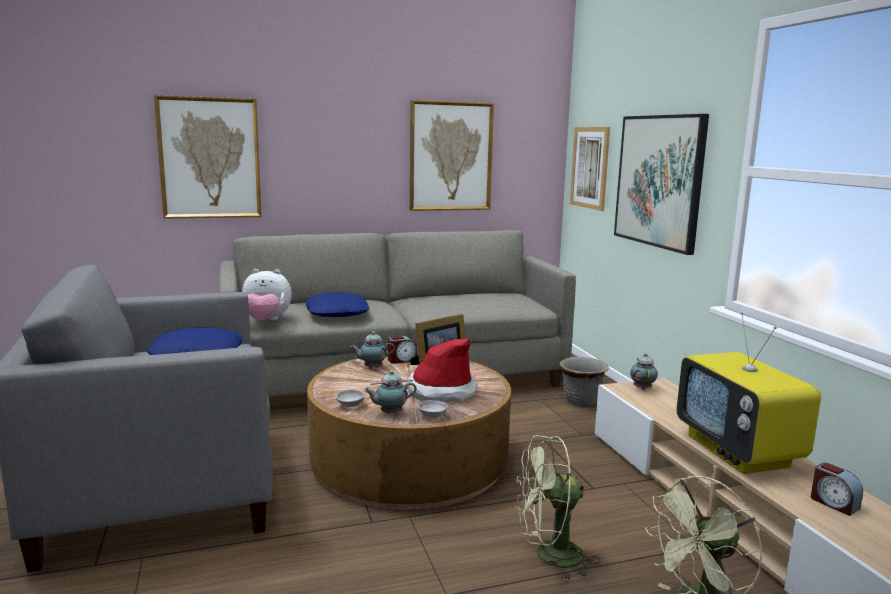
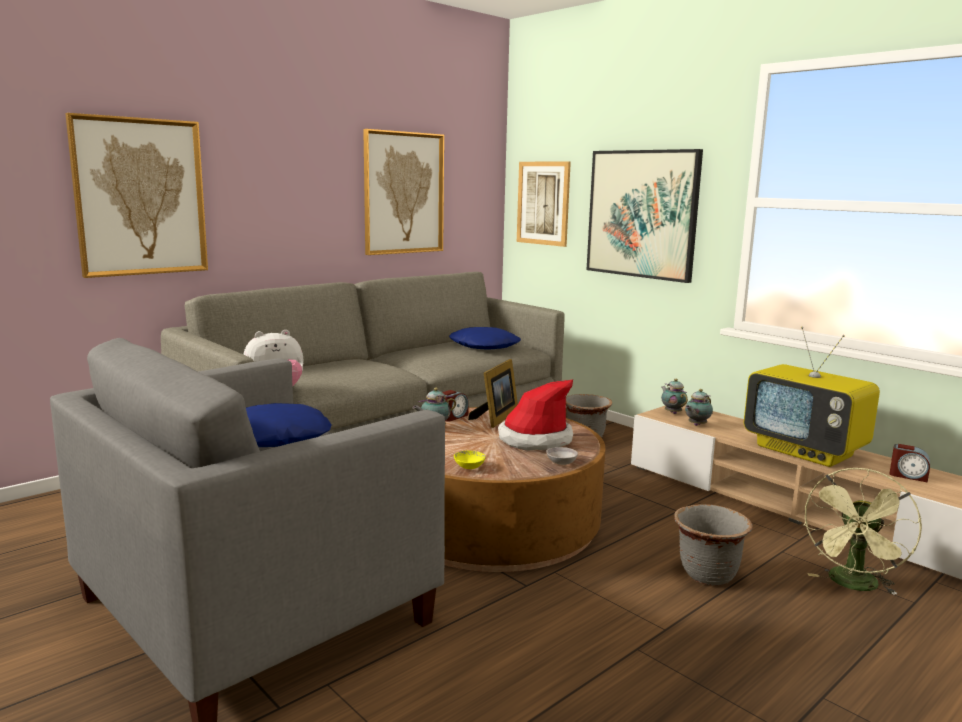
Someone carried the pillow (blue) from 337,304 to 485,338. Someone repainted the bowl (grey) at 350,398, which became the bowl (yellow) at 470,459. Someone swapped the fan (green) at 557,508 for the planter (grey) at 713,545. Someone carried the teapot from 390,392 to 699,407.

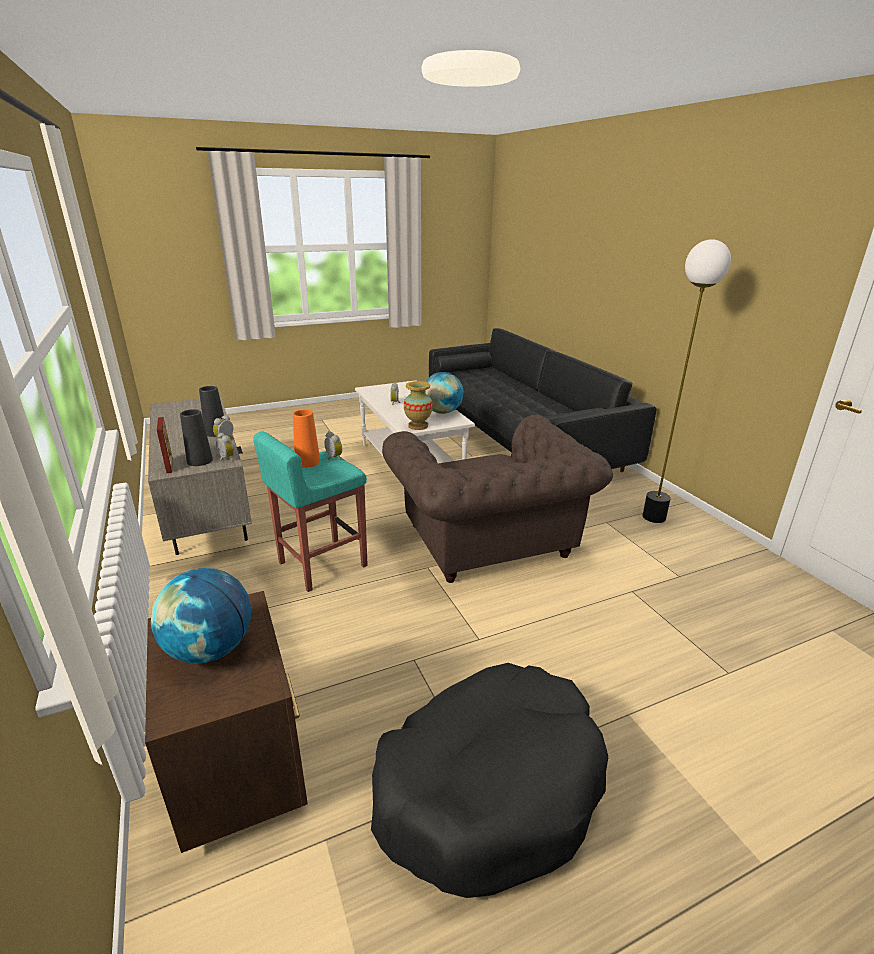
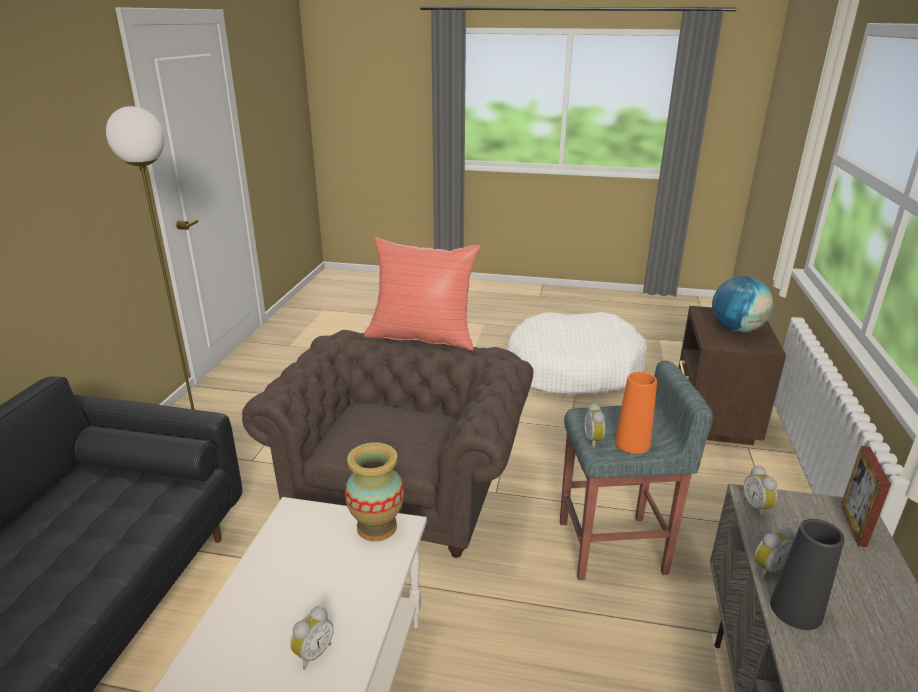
Someone put down the pillow (red) at 422,294. Someone repainted the dog bed (black) at 489,780, which became the dog bed (white) at 577,354. Someone repainted the stool (turquoise) at 310,512, which became the stool (grey) at 636,470. Someone took away the vase (black) at 196,437. Someone took away the globe at 444,393.

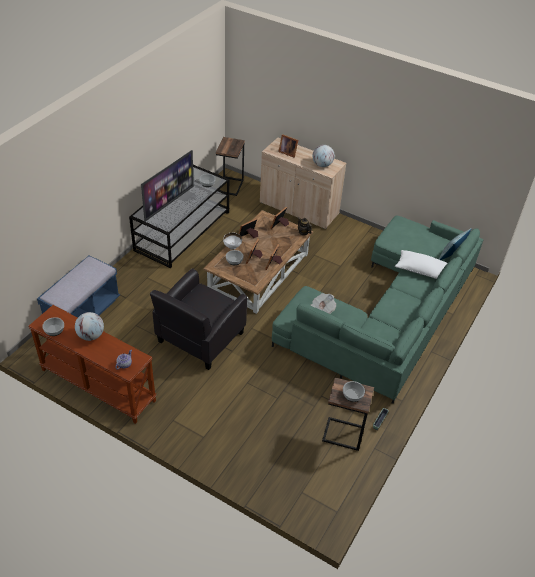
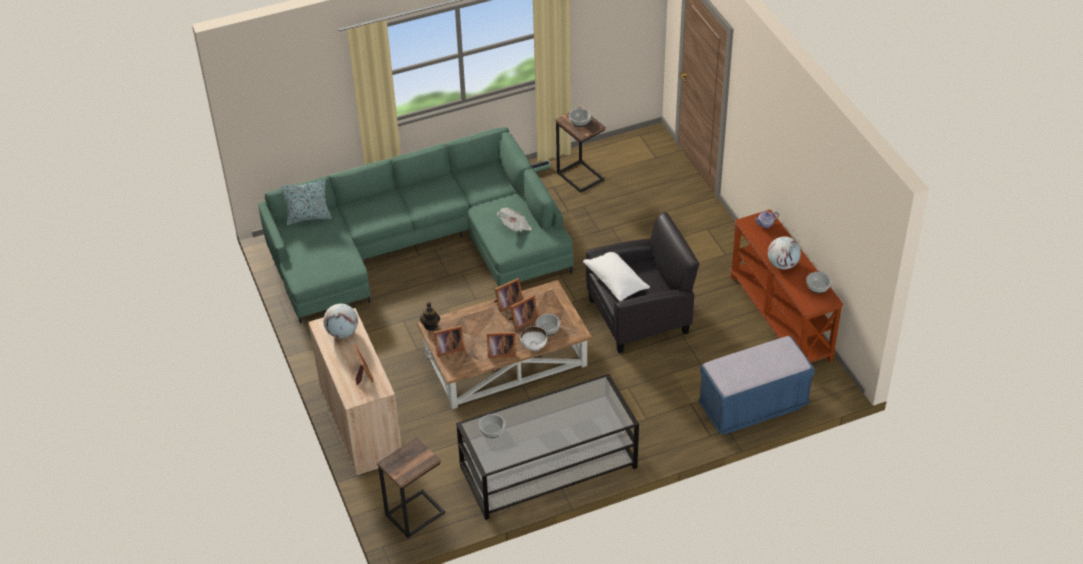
Someone carried the pillow (white) from 421,264 to 616,277. Someone took away the television at 167,186.

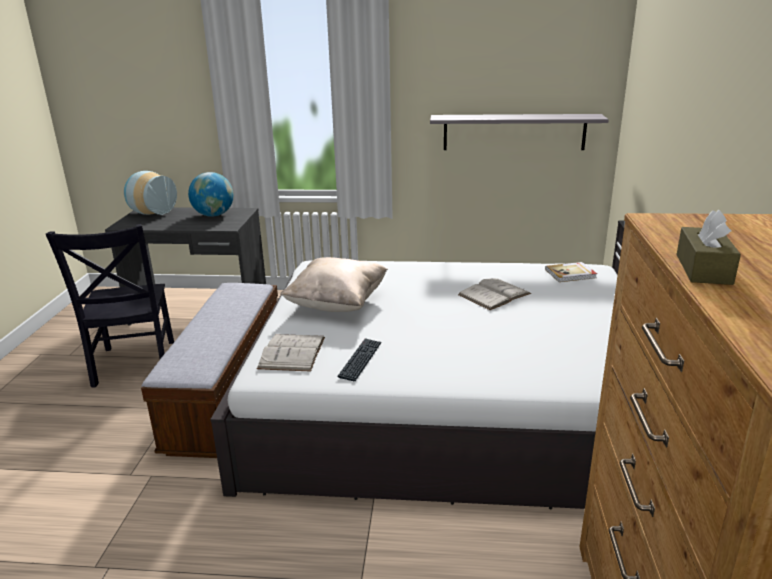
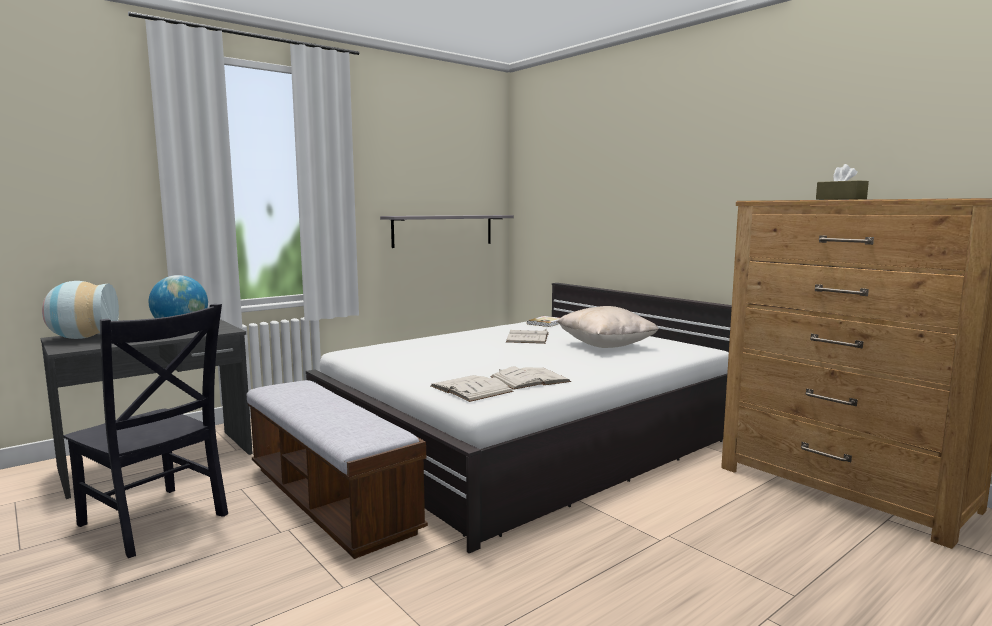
Someone swapped the keyboard at 360,359 for the book (white) at 530,378. Someone carried the pillow (beige) from 334,284 to 608,327.

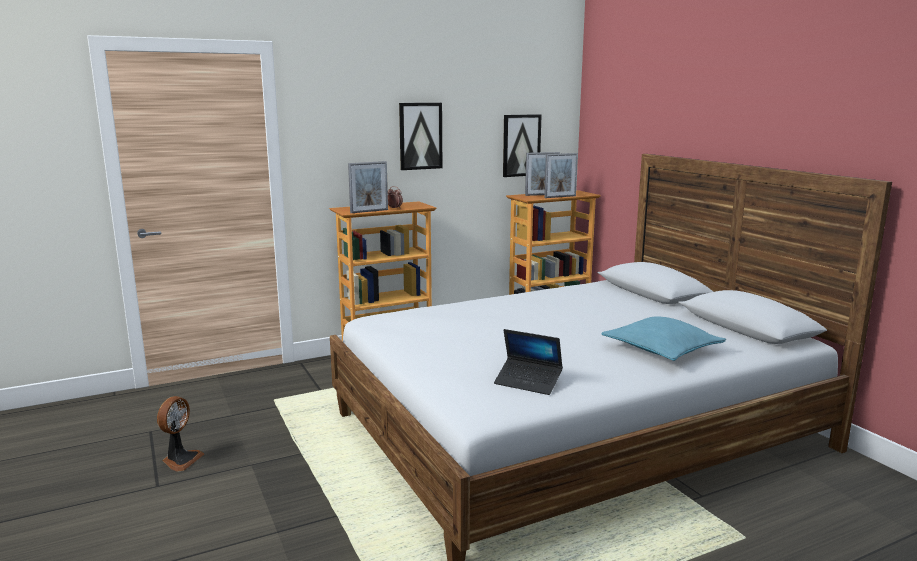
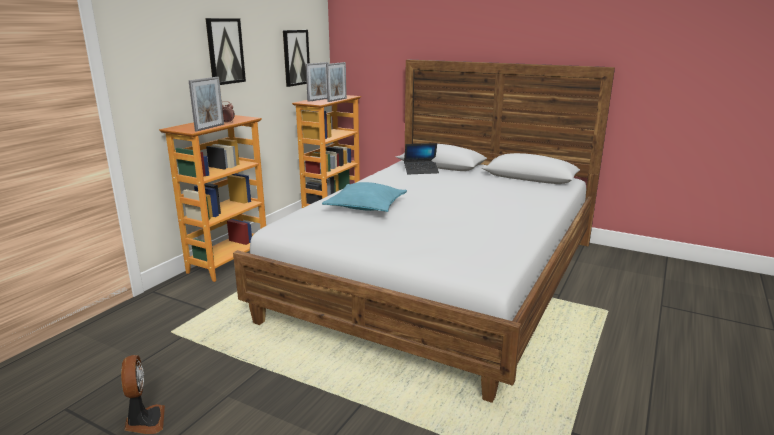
Someone carried the pillow (turquoise) from 663,339 to 364,197. Someone carried the laptop from 528,362 to 421,158.

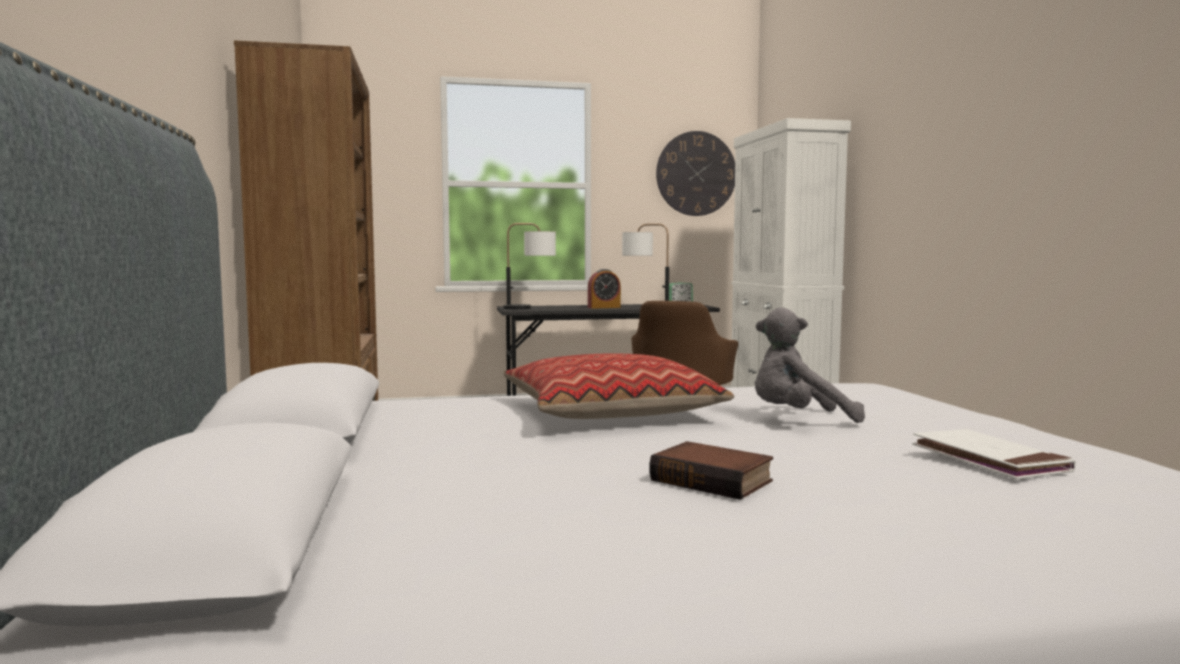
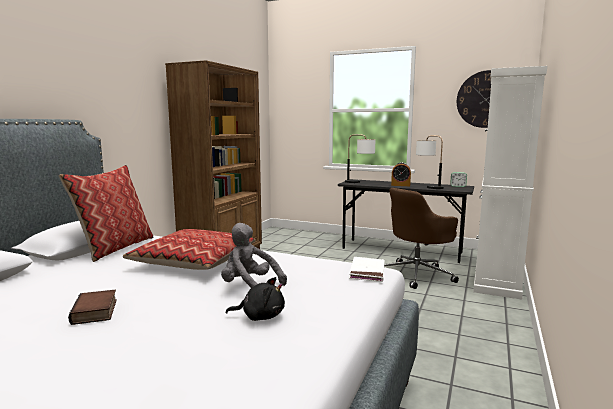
Someone put down the pillow at 106,213. Someone put down the plush toy (black) at 255,299. Someone carried the book (white) from 994,454 to 367,269.

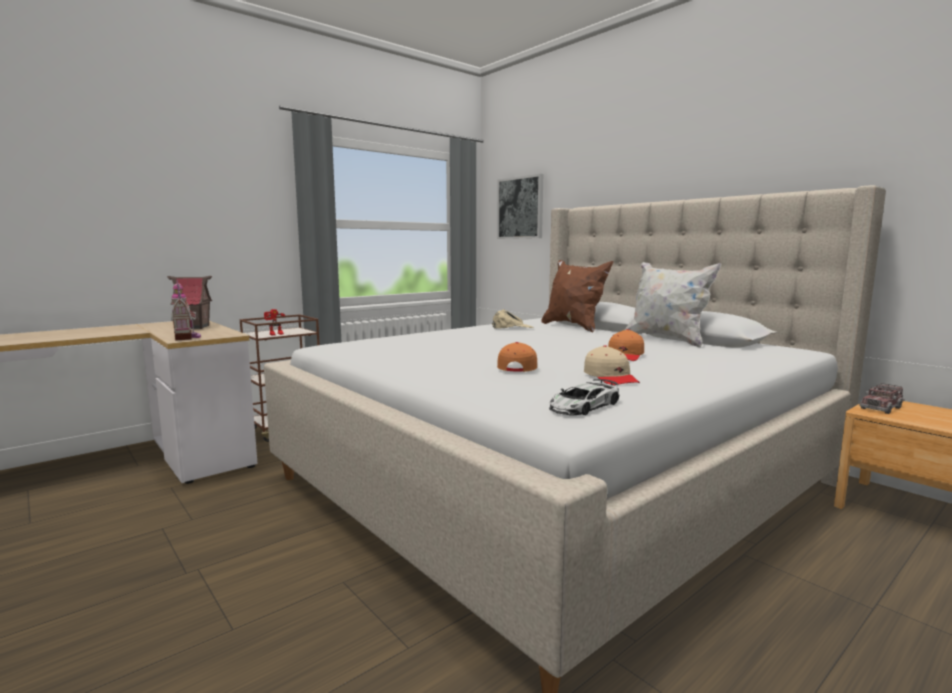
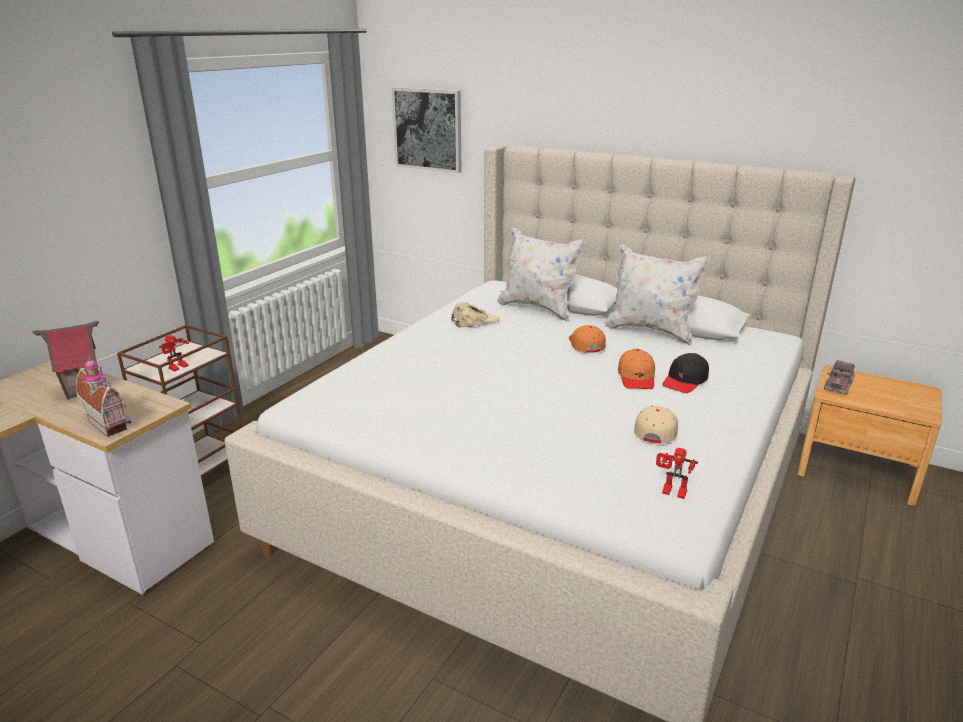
Someone repainted the pillow (brown) at 577,296, which became the pillow (white) at 541,275. Someone carried the cap (orange) from 517,357 to 587,339. Someone rotated the cap (beige) at 612,365 by 120 degrees counterclockwise. Someone swapped the toy car at 584,397 for the toy robot at 677,473. Someone put down the cap (black) at 685,373.

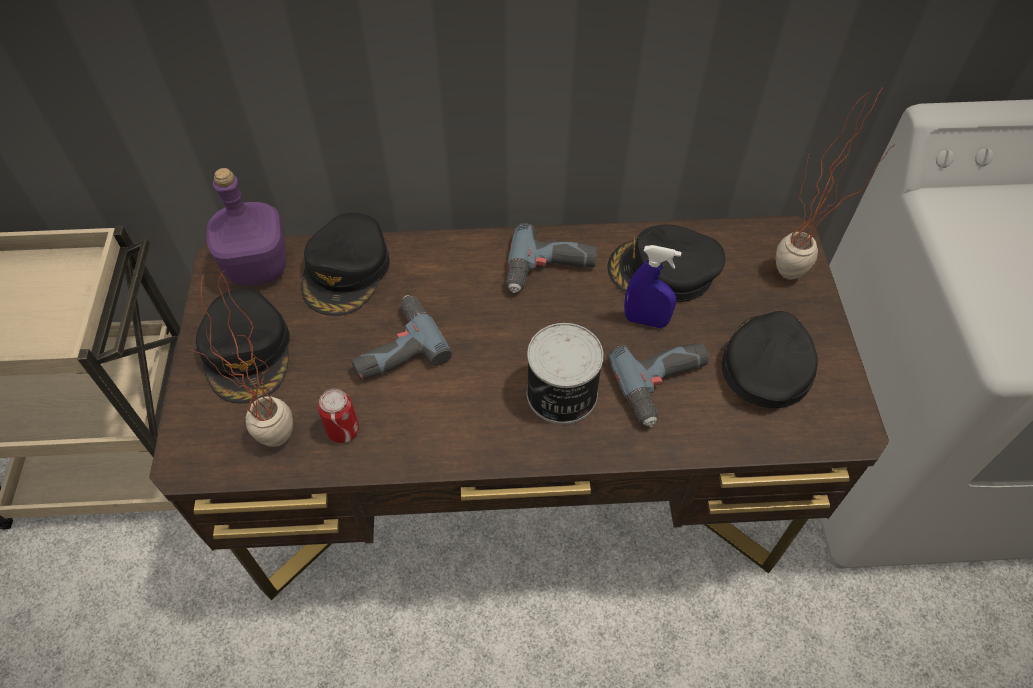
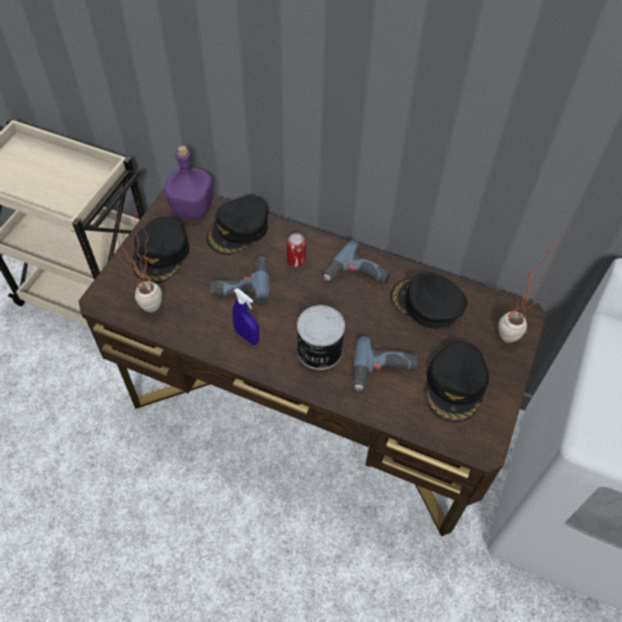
Someone carried the spray bottle (blue) from 653,286 to 245,316. Someone carried the can from 338,416 to 296,250. Someone rotated the cap (black) at 770,359 by 150 degrees clockwise.

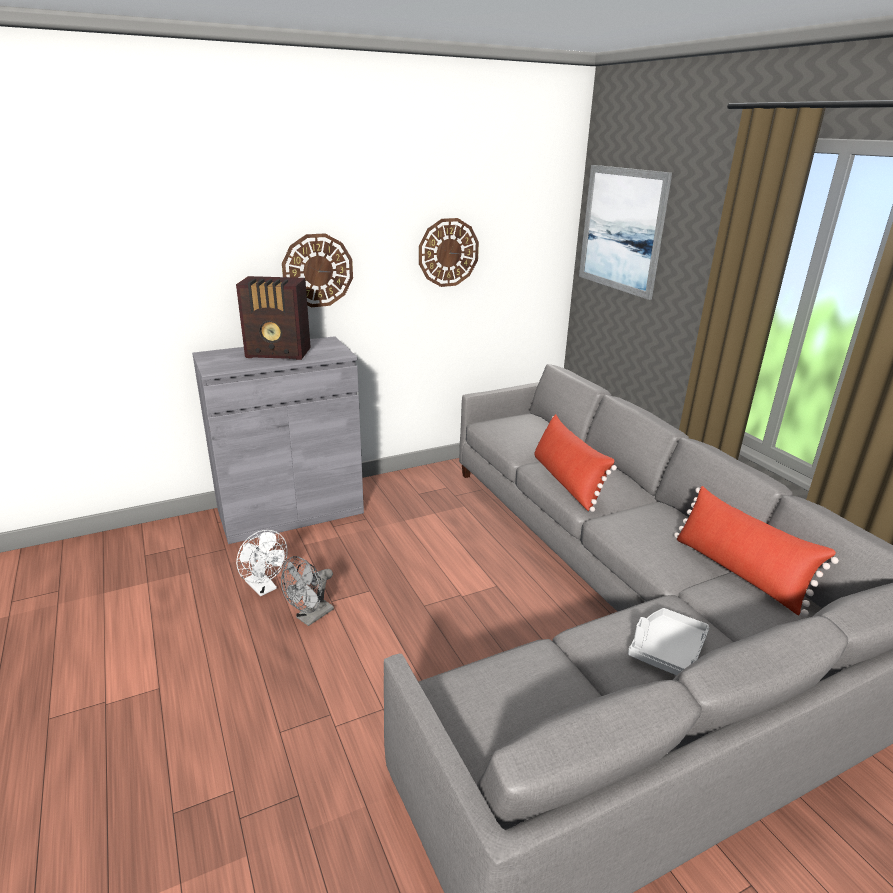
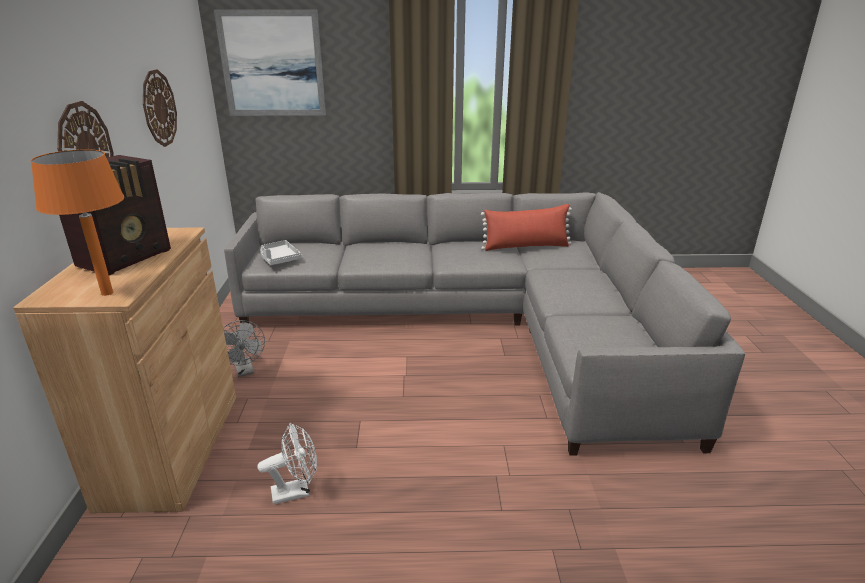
Someone repainted the cabinet (grey) at 278,440, which became the cabinet (brown) at 124,370. Someone put down the table lamp (orange) at 77,222. Someone carried the fan (grey) from 307,591 to 244,348. Someone carried the tray (grey) from 668,641 to 281,252. Someone took away the pillow (red) at 575,463.

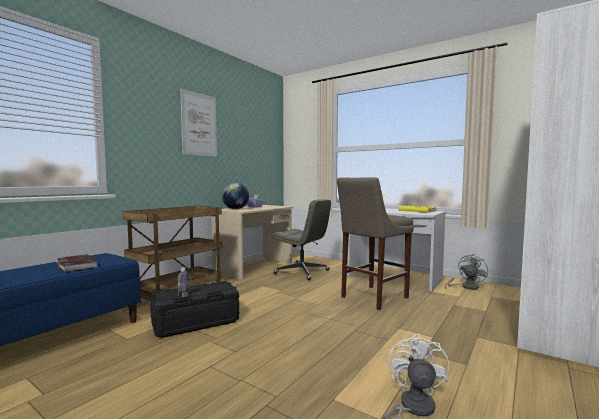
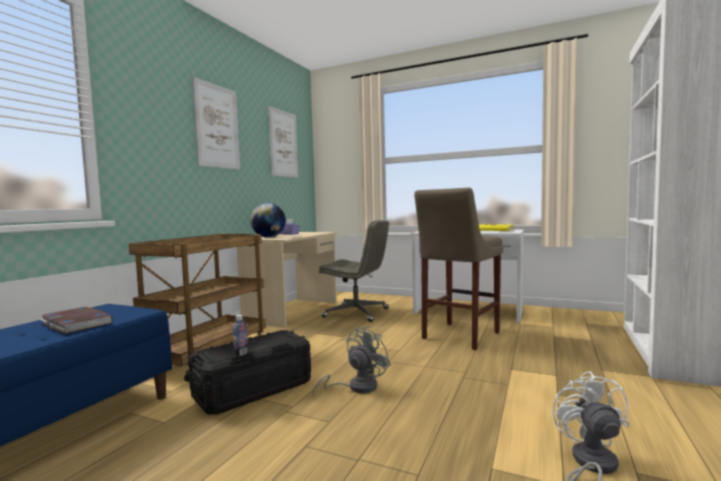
Someone put up the picture at 283,142. Someone carried the fan (grey) from 466,272 to 352,361.

